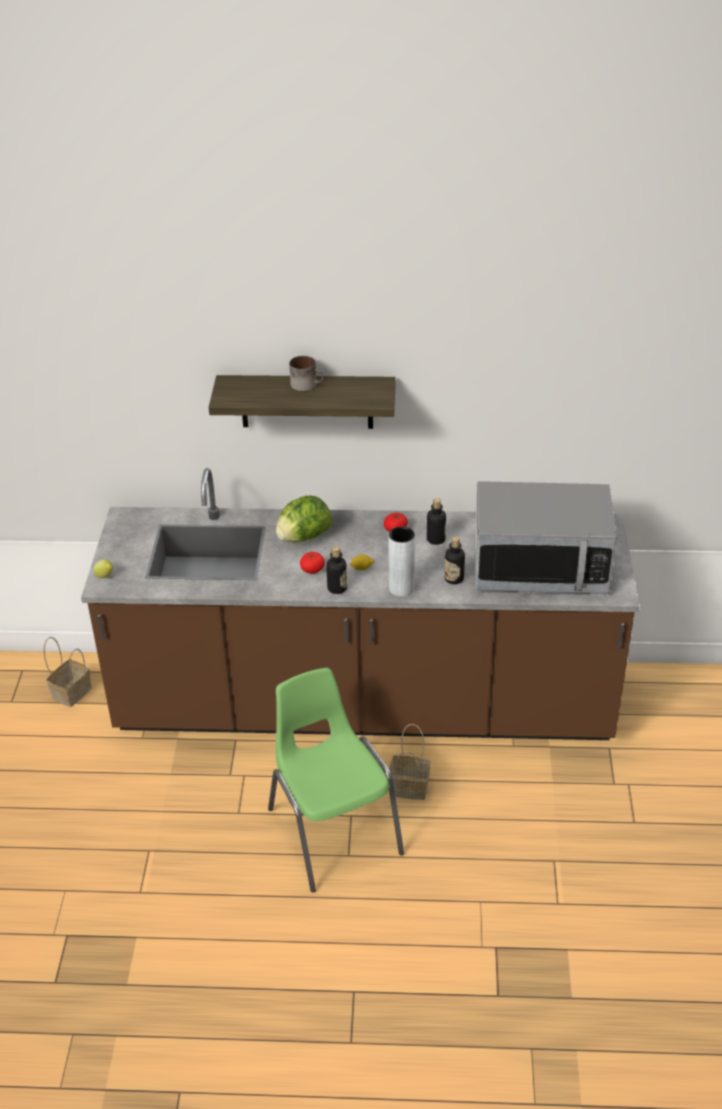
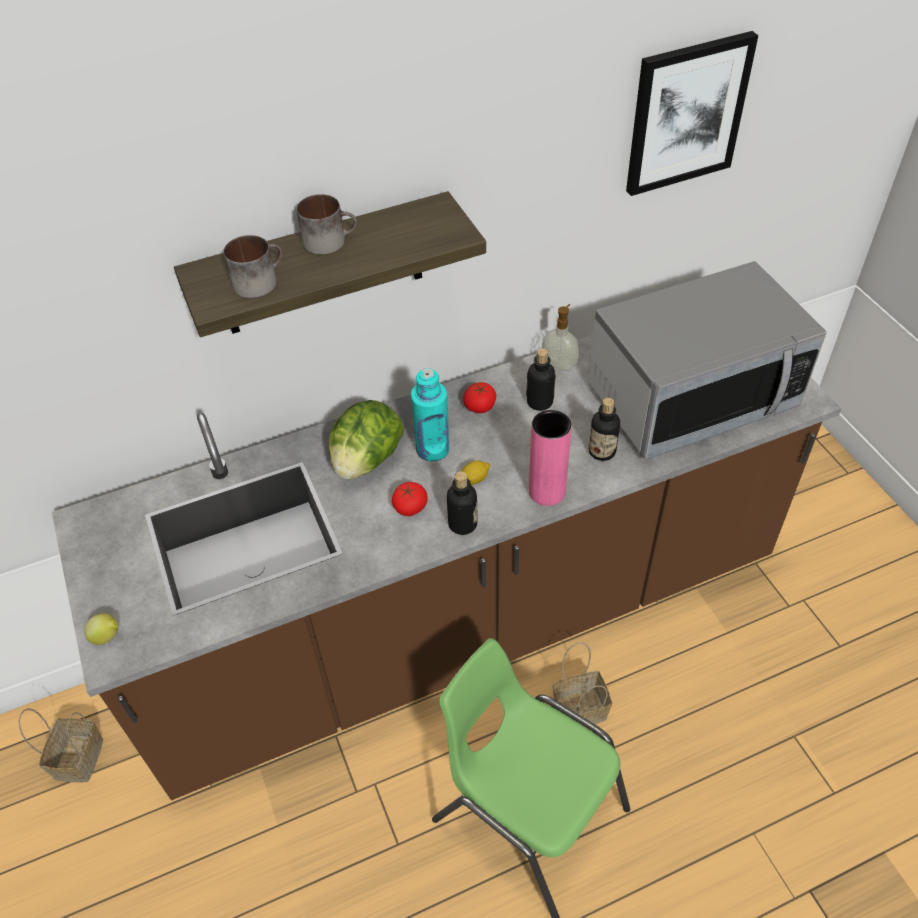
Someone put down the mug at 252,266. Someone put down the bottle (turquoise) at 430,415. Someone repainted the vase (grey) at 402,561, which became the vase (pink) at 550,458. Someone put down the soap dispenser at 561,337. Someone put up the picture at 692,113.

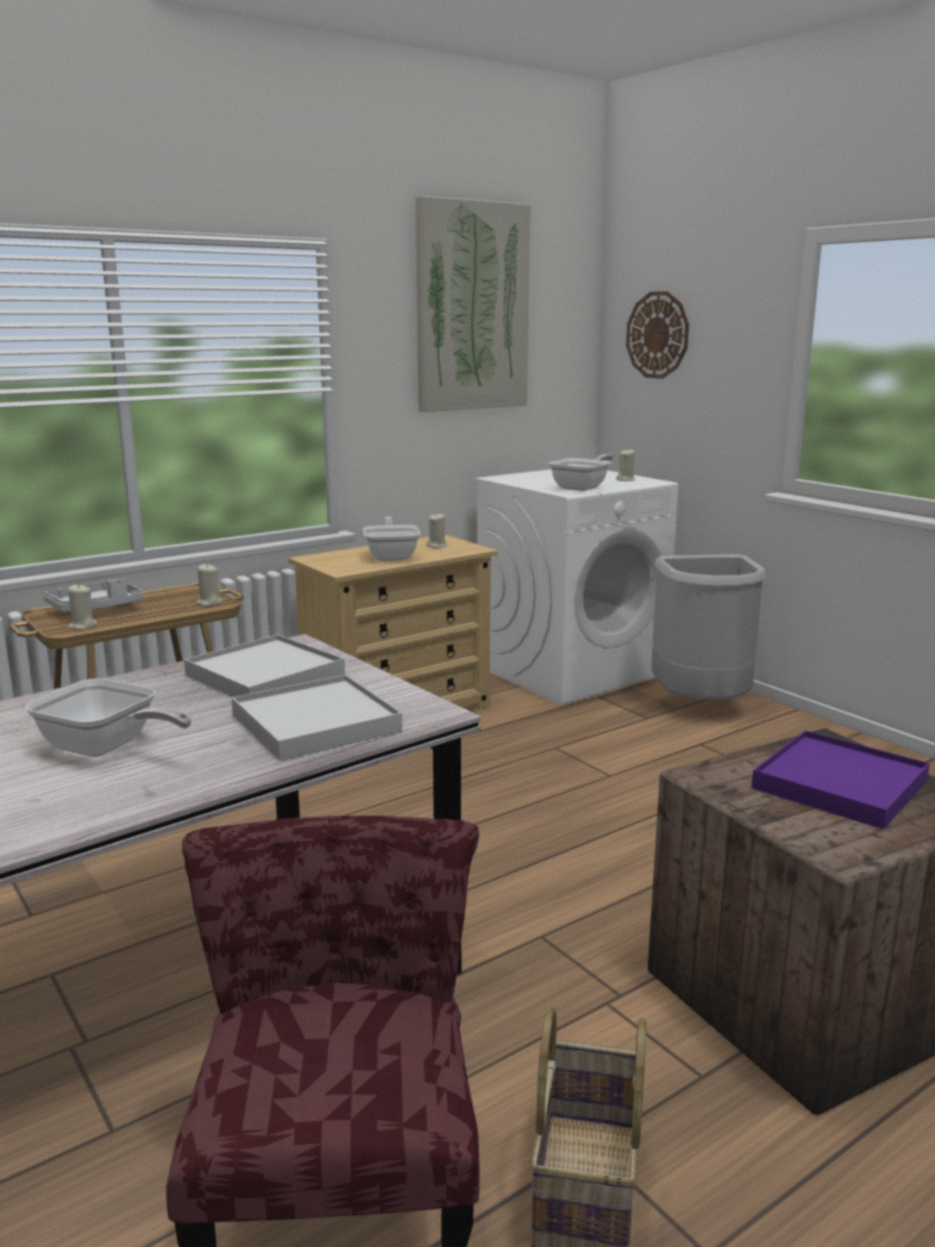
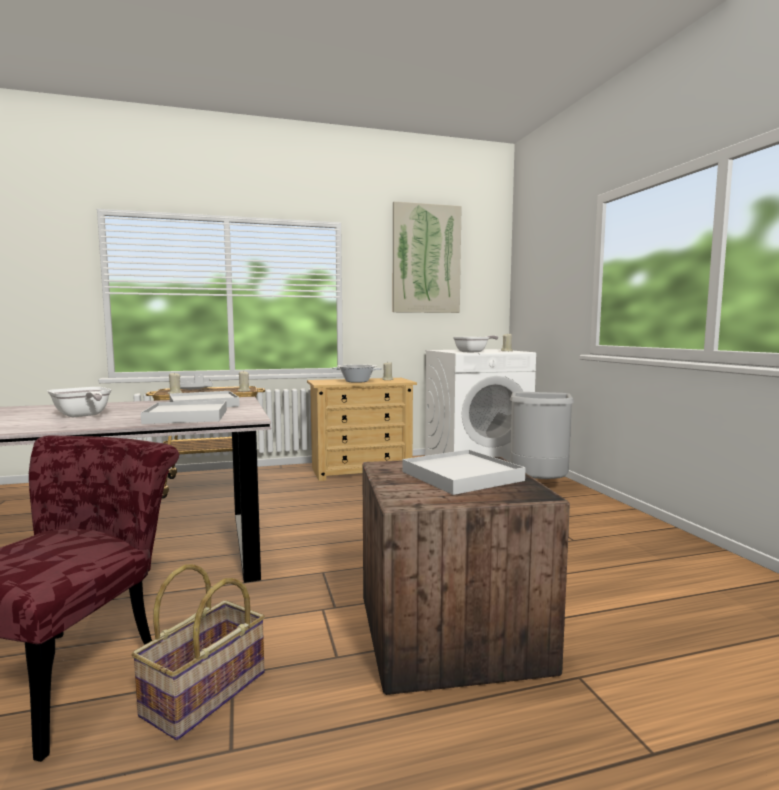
Someone swapped the frying pan at 392,539 for the cooking pot at 357,373. Someone repainted the tray (purple) at 840,779, which became the tray (white) at 464,472. Someone took away the wall clock at 657,335.

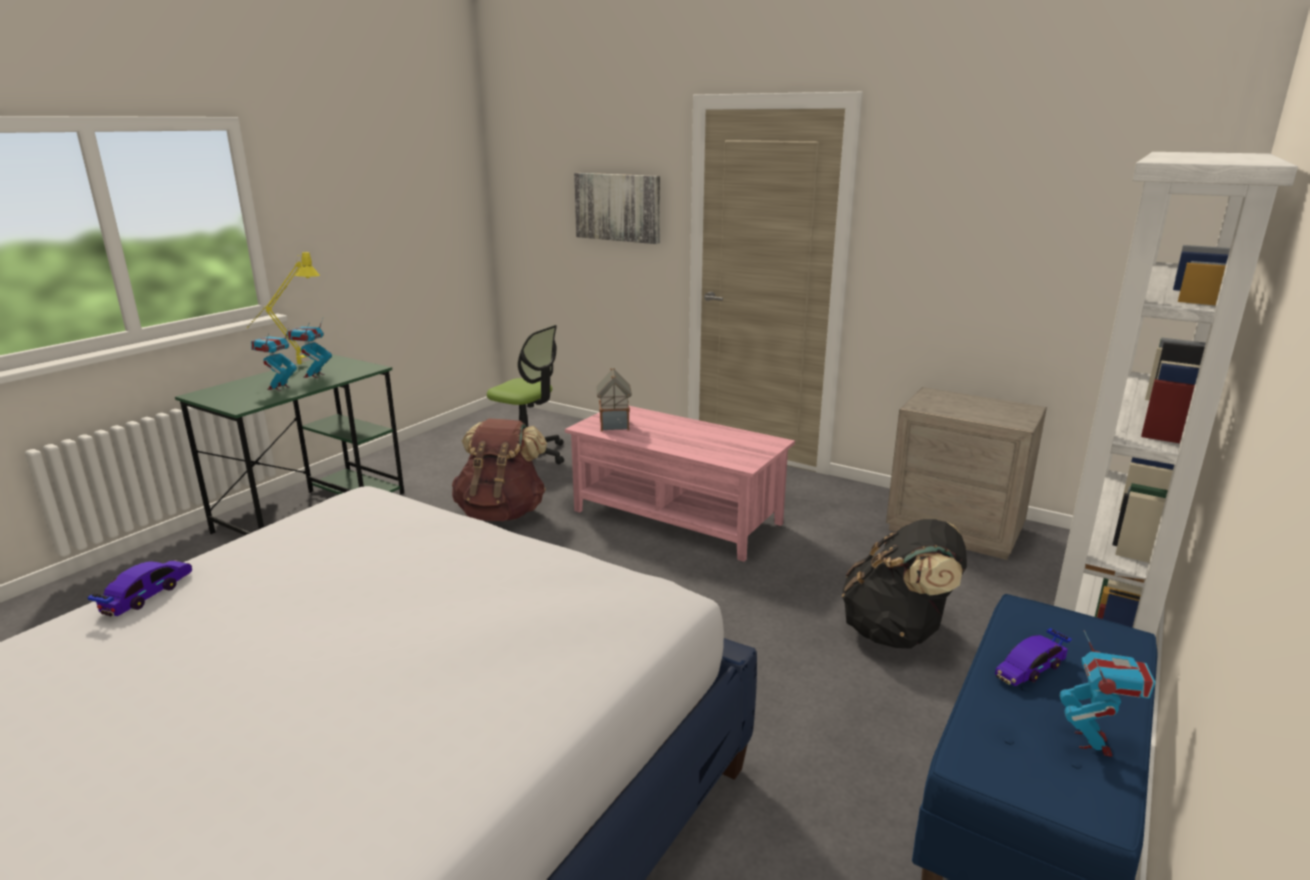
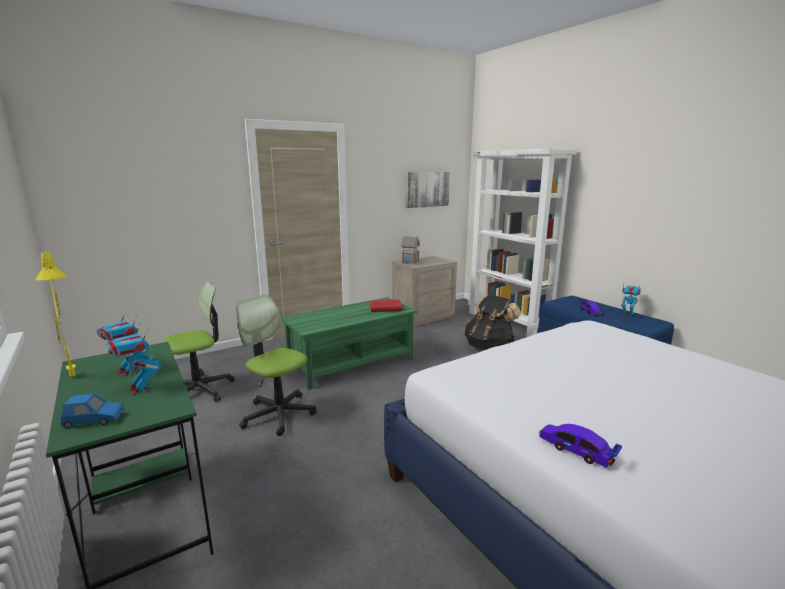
Someone put down the toy car (blue) at 92,411. Someone swapped the backpack (brown) at 499,470 for the office chair at 276,365. Someone repainted the coffee table (pink) at 680,484, which became the coffee table (green) at 349,343. Someone put down the book (red) at 386,306. Someone carried the toy house from 614,399 to 411,250. Someone carried the picture from 617,208 to 428,190.

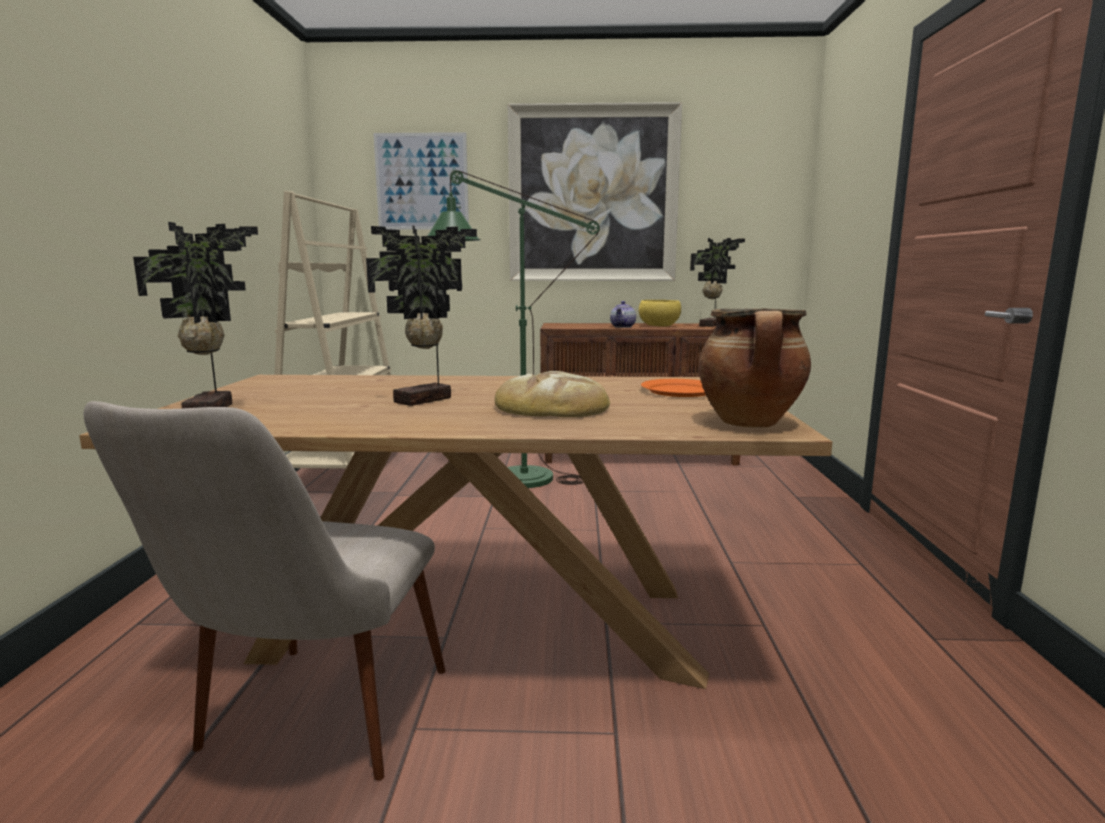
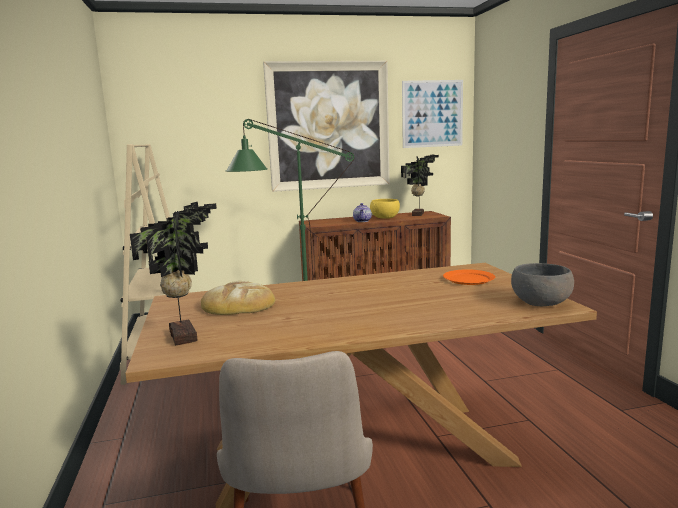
Someone carried the bread from 552,394 to 238,298. Someone carried the picture from 421,181 to 432,114. Someone swapped the cooking pot at 755,367 for the bowl (grey) at 542,284. Someone took away the potted plant at 421,315.

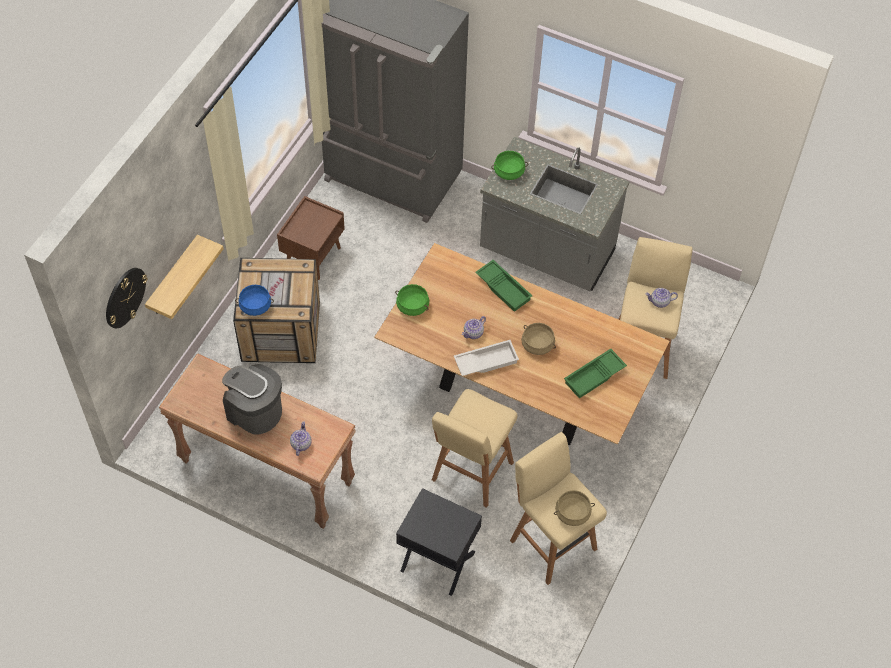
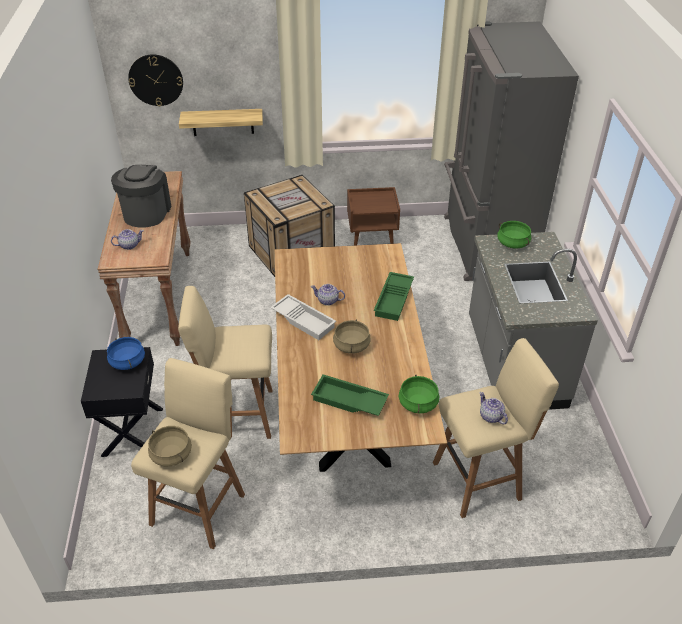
Someone carried the cooking pot (blue) from 254,300 to 126,353. Someone carried the cooking pot (green) from 412,300 to 419,394.

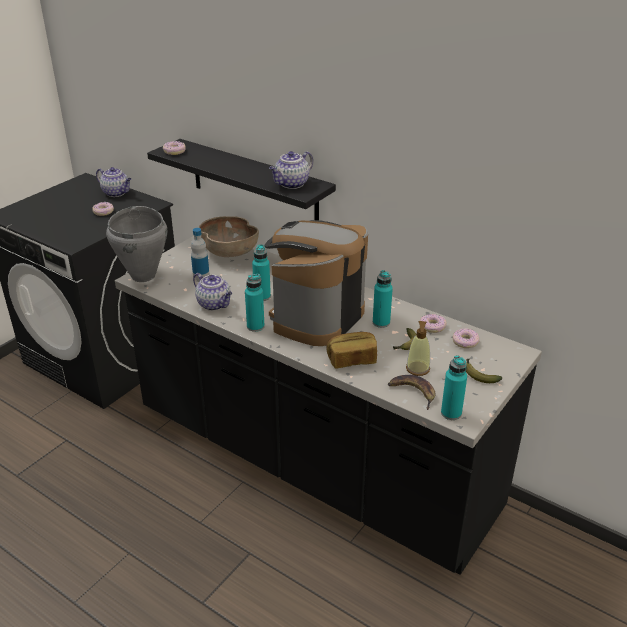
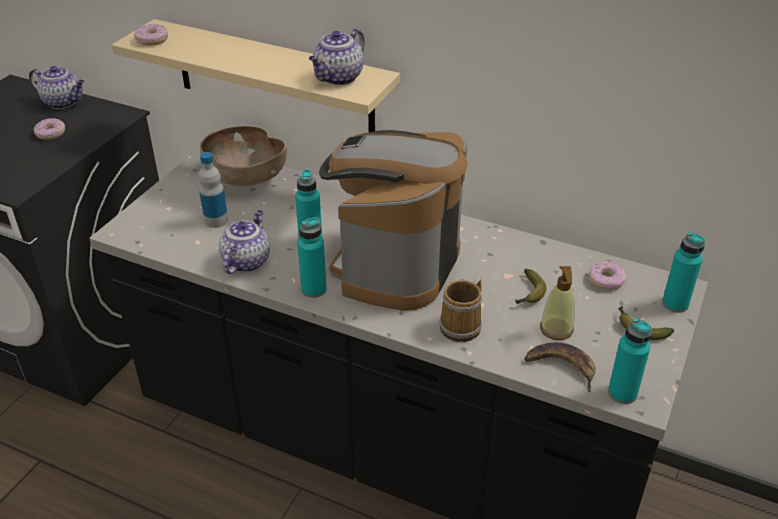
Someone repainted the shelf (black) at 241,179, which became the shelf (beige) at 256,75. Someone rotated the teapot at 212,292 by 105 degrees counterclockwise. Someone swapped the bread at 351,350 for the mug at 460,309. Someone carried the bottle (turquoise) from 383,299 to 683,272. Someone took away the cooking pot (grey) at 136,244. Someone took away the donut at 433,323.

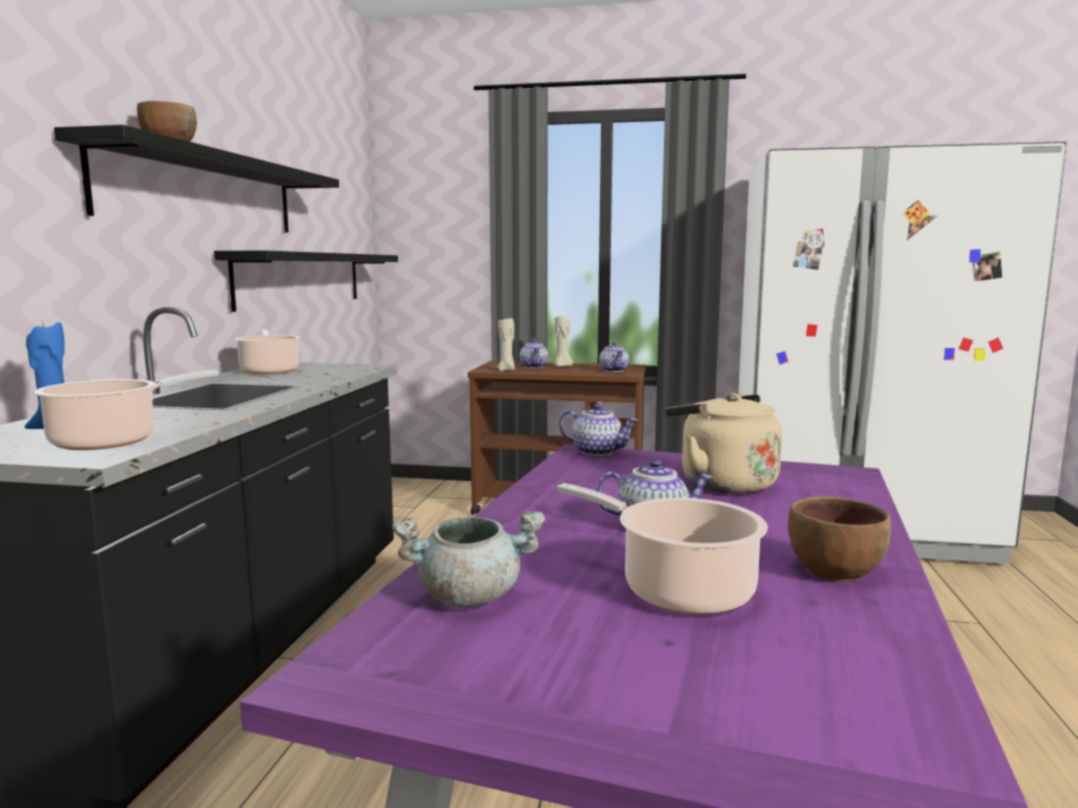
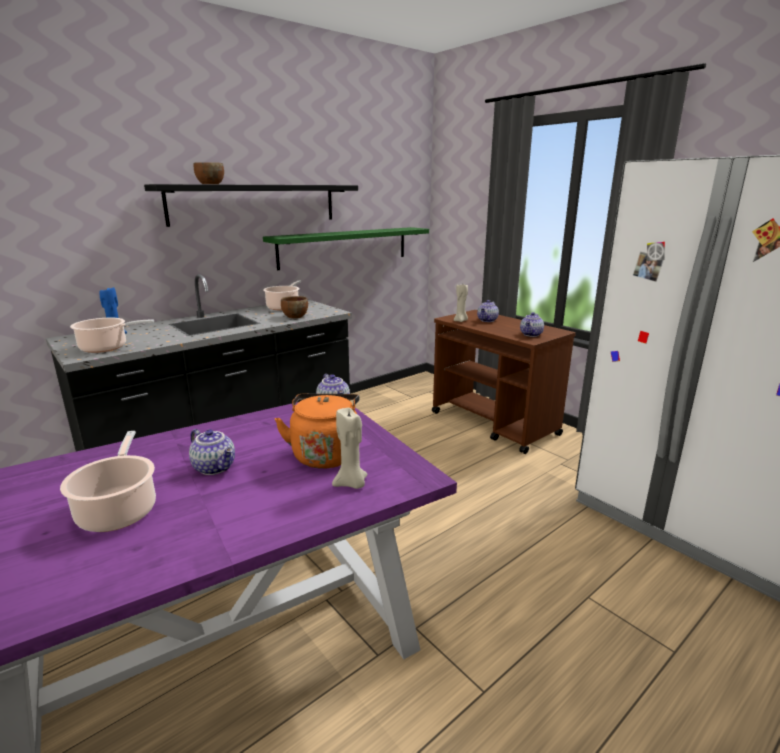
Someone repainted the shelf (black) at 306,281, which became the shelf (green) at 346,248. Someone repainted the kettle (beige) at 723,443, which became the kettle (orange) at 317,431. Someone carried the bowl (brown) from 839,538 to 294,307. Someone carried the candle (beige) from 563,341 to 350,448. Someone took away the cooking pot (grey) at 468,559.

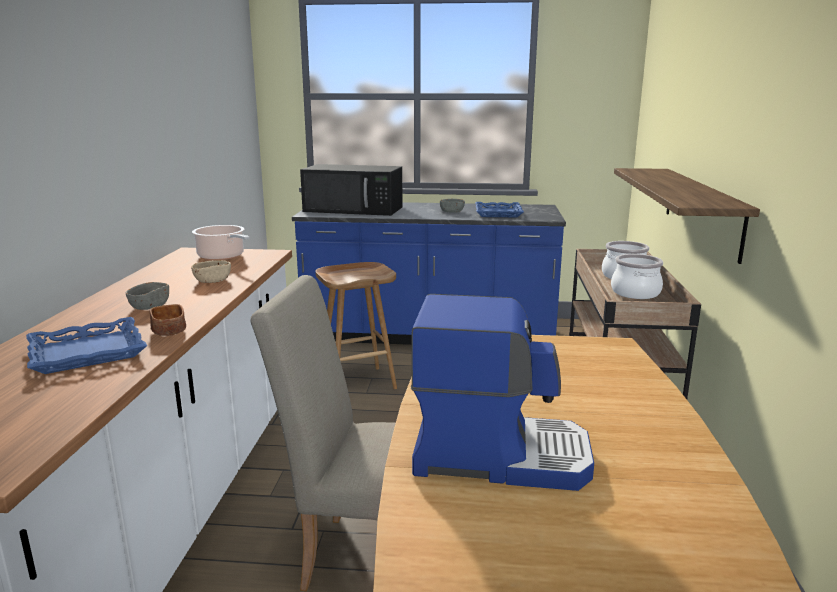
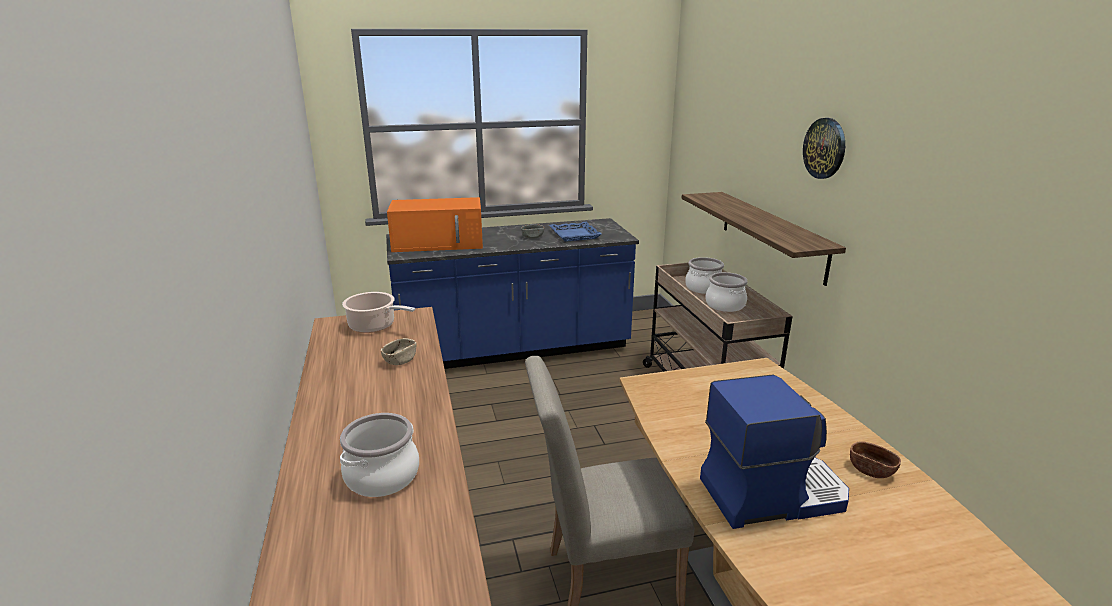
Someone swapped the tray (blue) at 86,345 for the cooking pot at 379,455. Someone repainted the microwave (black) at 351,190, which became the microwave (orange) at 435,224. Someone put up the wall clock at 824,148. Someone carried the bowl (brown) from 168,320 to 875,459. Someone took away the bowl (grey) at 147,296. Someone took away the stool (brown) at 356,325.

